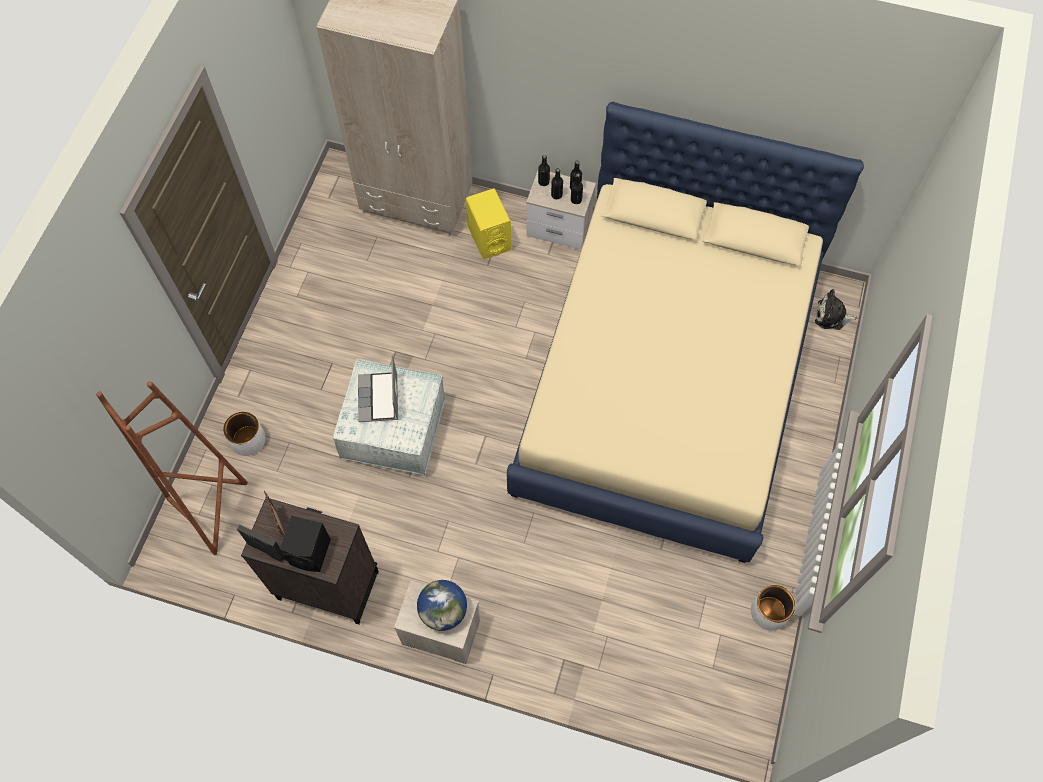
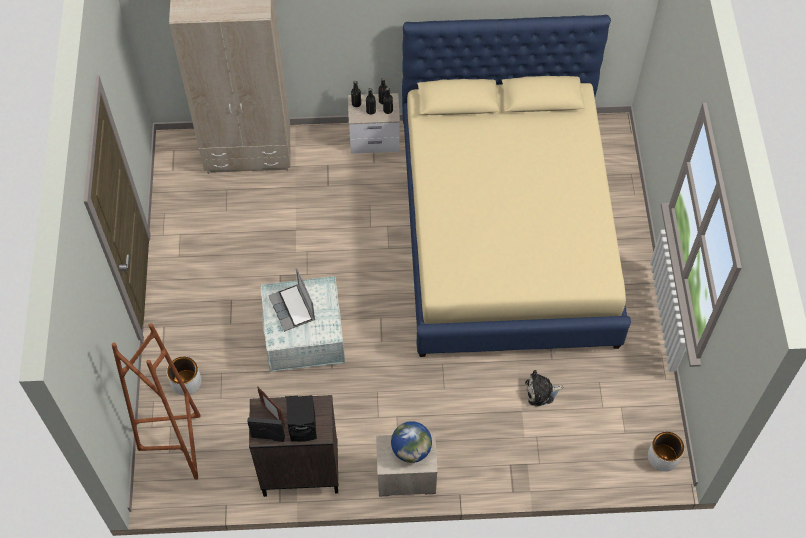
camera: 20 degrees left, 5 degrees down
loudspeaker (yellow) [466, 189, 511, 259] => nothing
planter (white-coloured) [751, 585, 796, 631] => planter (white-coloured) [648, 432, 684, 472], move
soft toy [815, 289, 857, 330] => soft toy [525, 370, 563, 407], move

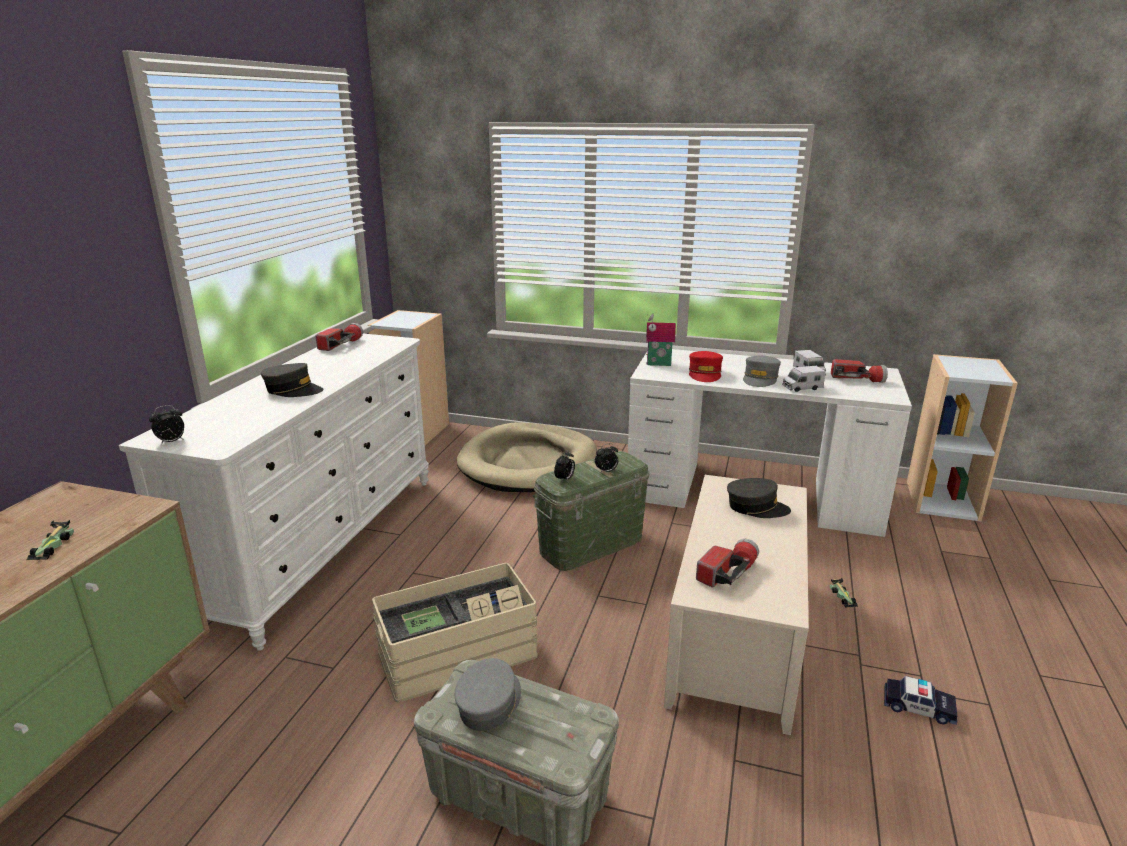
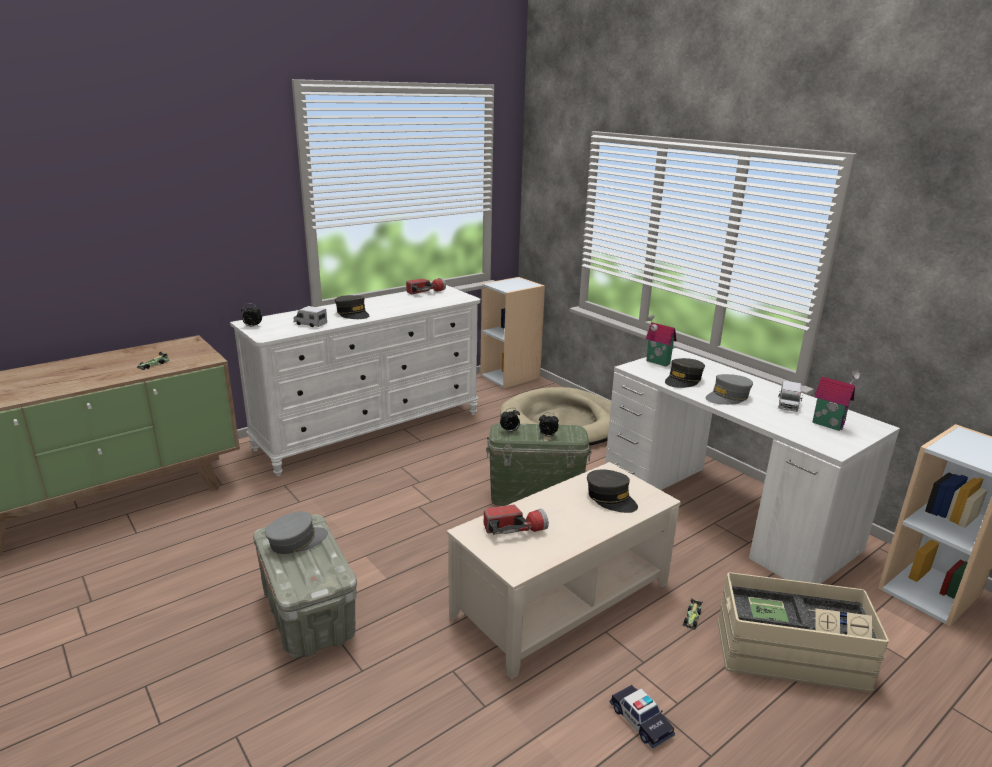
camera: 35 degrees right, 0 degrees up
storage bin (beige-coloured) [372, 563, 538, 702] => storage bin (beige-coloured) [717, 572, 889, 692], move
model truck [782, 366, 826, 392] => model truck [293, 306, 327, 327], move
torch [831, 359, 888, 382] => toy house [812, 369, 861, 431]
baseball cap (reddish) [689, 351, 723, 382] => baseball cap (grey) [665, 358, 705, 388]

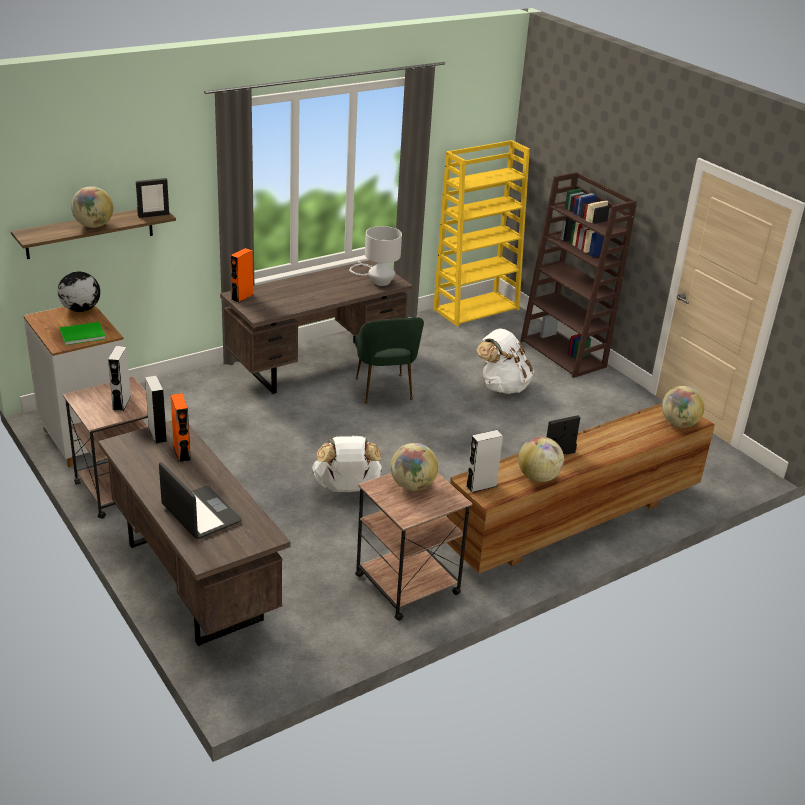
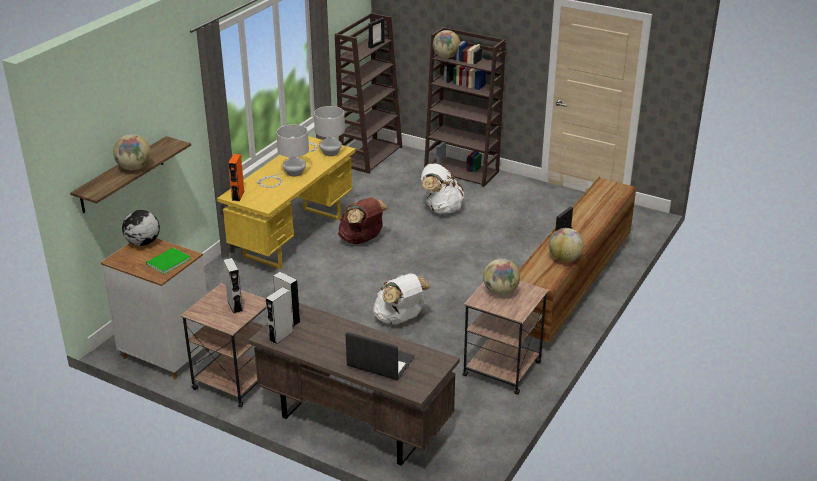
camera: 25 degrees left, 0 degrees up
loudspeaker (orange-coloured) [170, 393, 191, 463] => nothing
nothing => tabletop lamp (grey) [256, 125, 309, 188]
standing frame [136, 178, 169, 218] => standing frame [368, 18, 384, 48], move
loudspeaker (grey) [466, 430, 503, 493] => loudspeaker (grey) [266, 287, 293, 344], move
world globe [662, 386, 705, 428] => world globe [433, 30, 460, 58], move
upright chair (green-coloured) [355, 317, 424, 403] => backpack (brown-coloured) [338, 197, 389, 244]
desk unit (brown-coloured) [220, 260, 412, 394] => desk unit (yellow) [217, 136, 356, 269]
shelving unit (yellow) [433, 140, 530, 327] => shelving unit (brown-coloured) [335, 13, 402, 174]

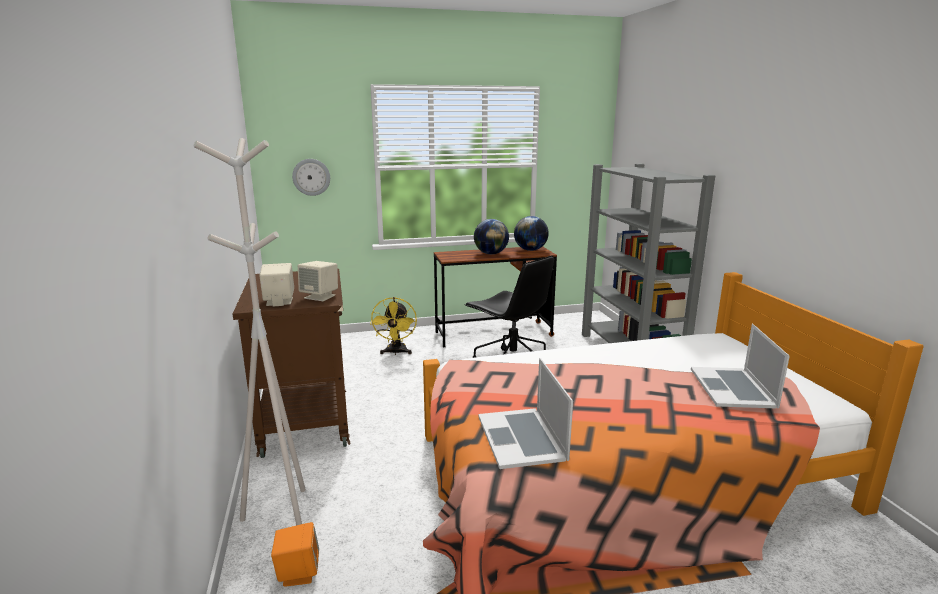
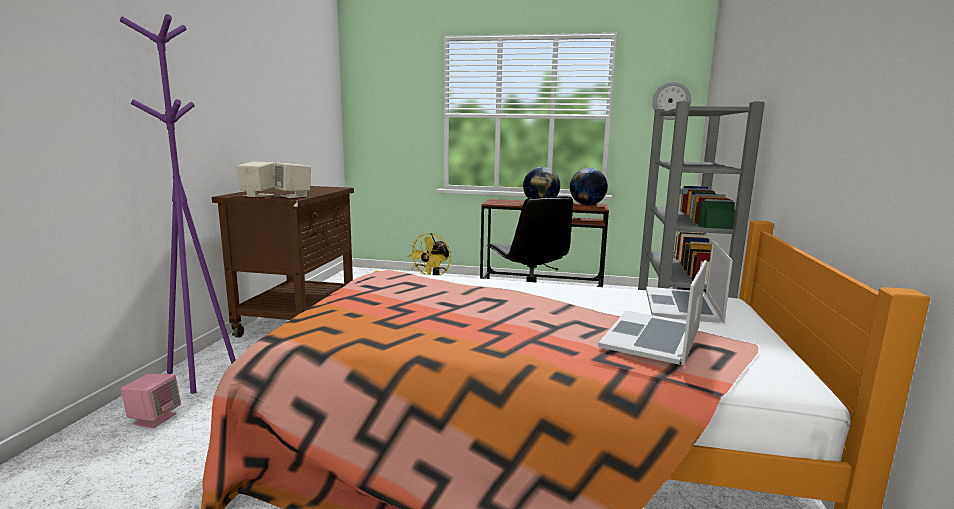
camera: 25 degrees right, 5 degrees down
hanging clock [292, 159, 330, 196] => hanging clock [652, 82, 691, 120], move
portable computer [478, 358, 573, 469] => portable computer [646, 240, 733, 323], move
clothes rack (grey) [194, 138, 306, 525] => clothes rack (purplish) [120, 14, 236, 394]
loudspeaker (orange-coloured) [271, 522, 319, 587] => loudspeaker (pinkish) [121, 374, 181, 429]

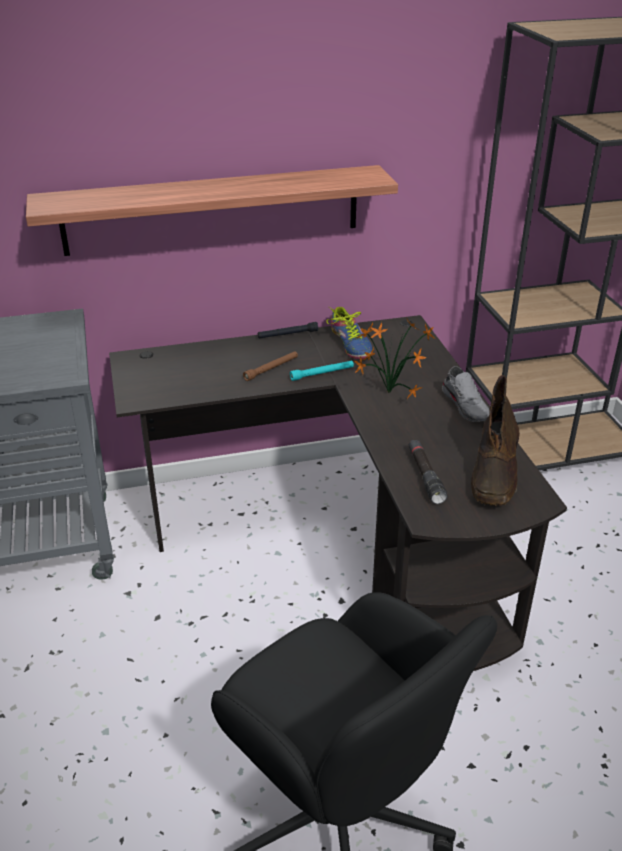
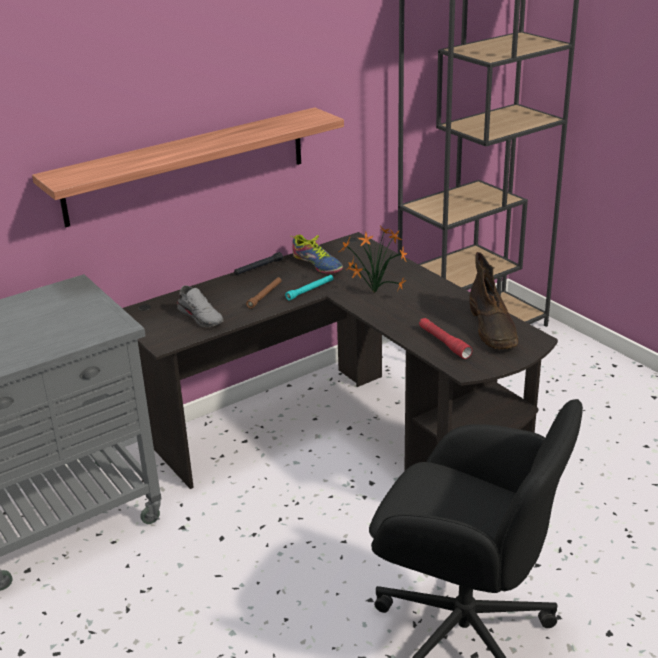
camera: 20 degrees left, 5 degrees down
shoe (grey) [442, 366, 490, 422] => shoe (grey) [177, 285, 223, 327], move
torch (black-coloured) [409, 440, 448, 504] => torch (reddish) [419, 318, 473, 359]

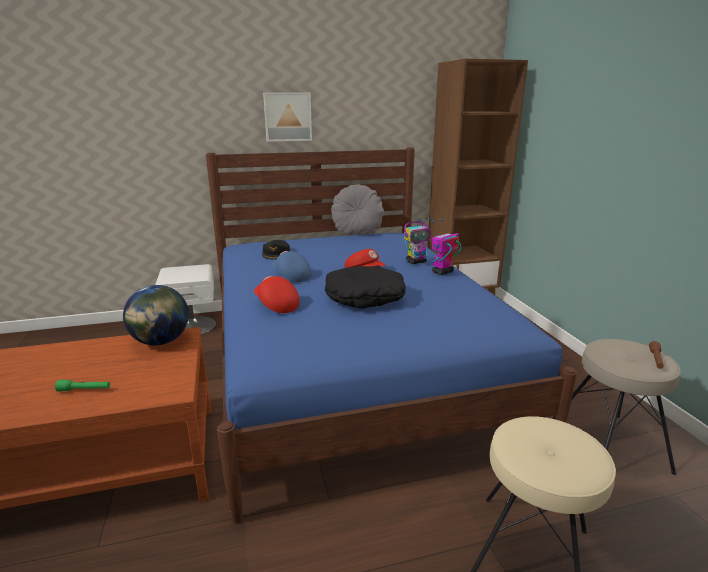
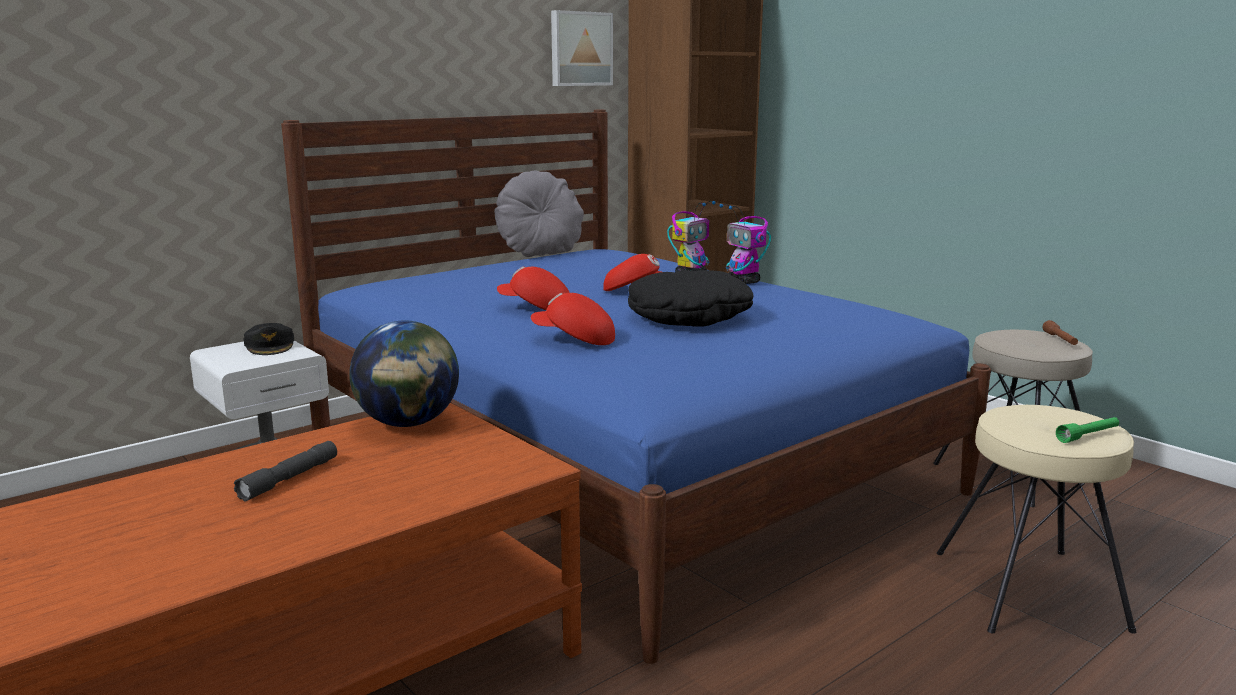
camera: 25 degrees left, 5 degrees down
nothing => torch (grey) [234, 441, 337, 501]
torch (green-coloured) [55, 380, 110, 392] => torch (green-coloured) [1056, 417, 1119, 443], move
baseball cap (black-coloured) [262, 240, 290, 259] => baseball cap (black-coloured) [244, 323, 294, 355], move
picture [263, 92, 312, 142] => picture [551, 10, 613, 86], move
baseball cap (blue) [272, 251, 311, 282] => baseball cap (reddish) [497, 266, 570, 310]
model robot [432, 219, 462, 275] => model robot [719, 204, 771, 284], 60 degrees counterclockwise

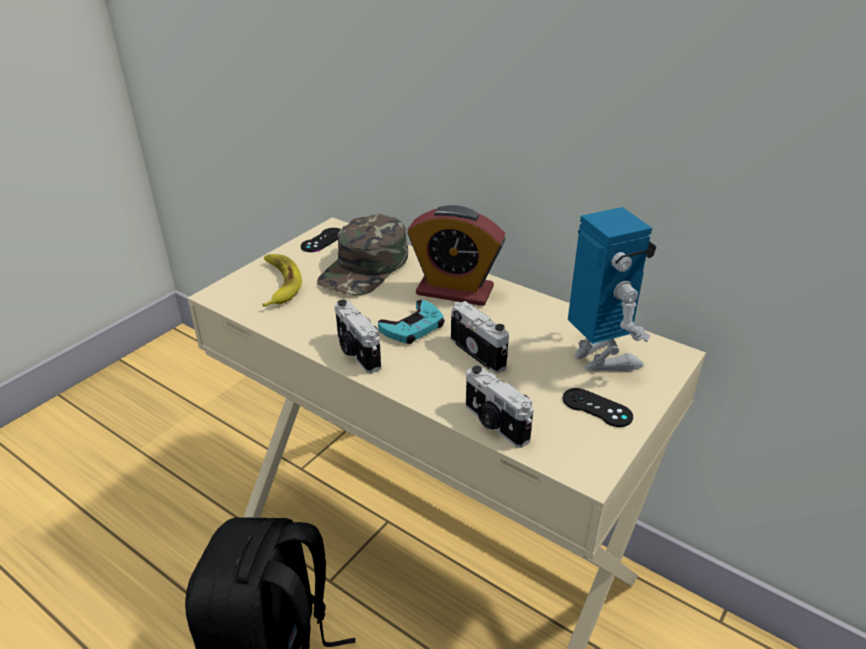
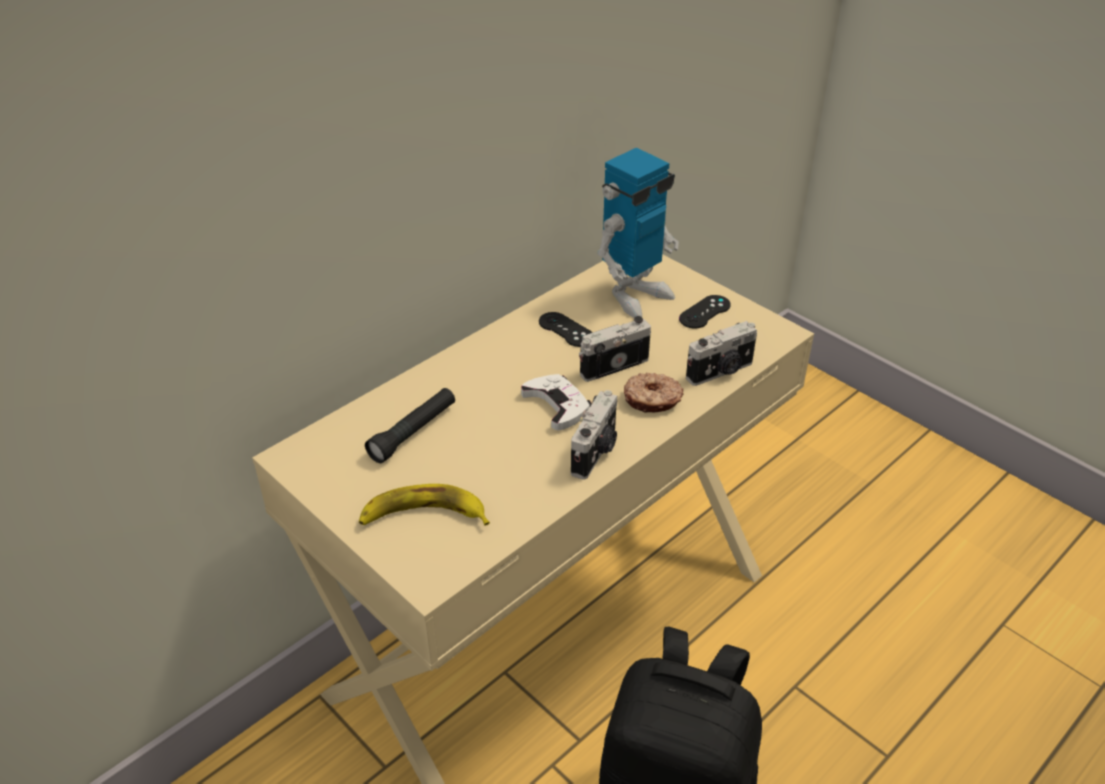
camera: 80 degrees left, 5 degrees up
alarm clock [407, 205, 506, 306] => nothing
nothing => ring doughnut [624, 373, 684, 413]
game controller (black-coloured) [301, 228, 341, 252] => game controller (black-coloured) [539, 312, 593, 347], move
baseball cap (green-coloured) [317, 214, 408, 295] => torch (black-coloured) [365, 388, 455, 463]
game controller (blue-green) [378, 300, 445, 344] => game controller (white-coloured) [521, 374, 592, 430]
photo camera [335, 299, 381, 373] => photo camera [571, 390, 617, 480], 45 degrees counterclockwise
model robot [568, 207, 656, 371] => model robot [598, 148, 679, 318], 150 degrees clockwise

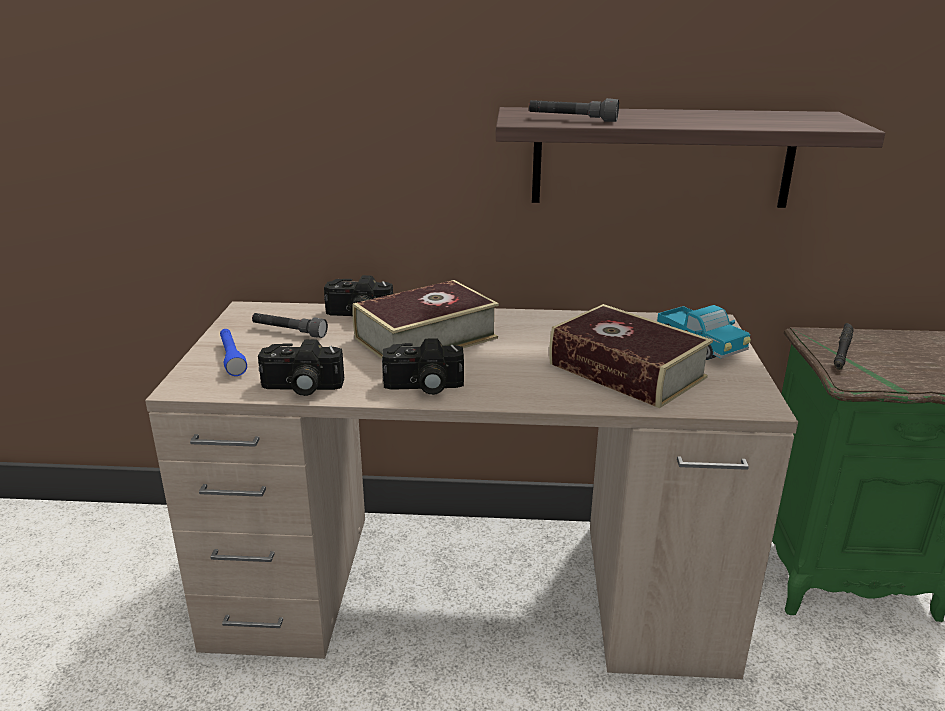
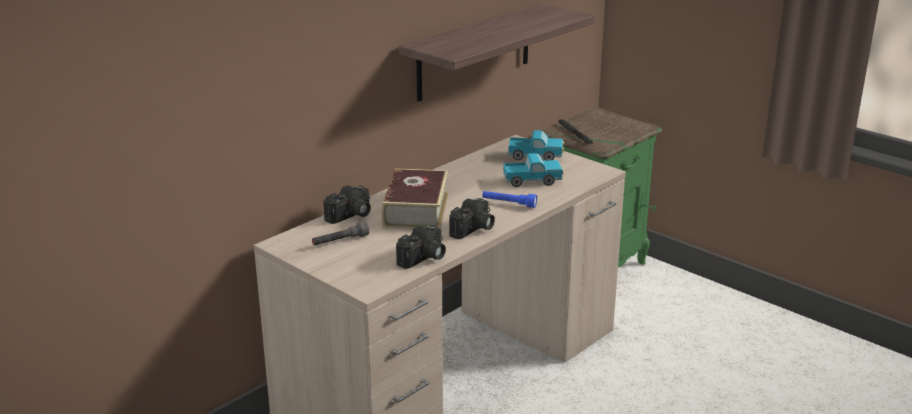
camera: 50 degrees left, 0 degrees up
torch (grey) [529, 98, 619, 122] => nothing
torch (blue) [220, 329, 247, 376] => torch (blue) [482, 191, 537, 208], move
book [549, 304, 713, 408] => model truck [503, 153, 564, 187]

